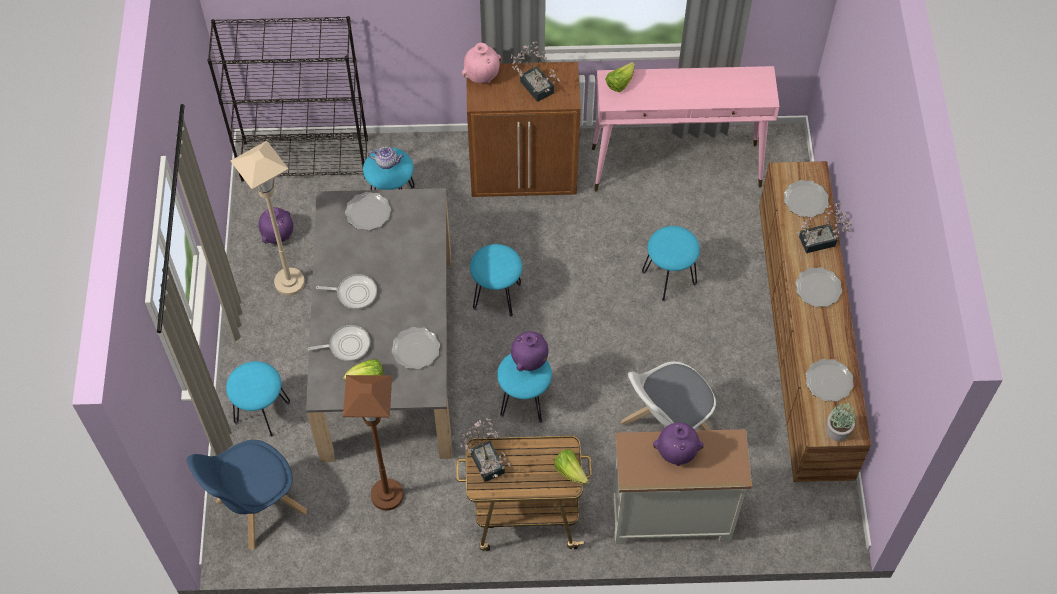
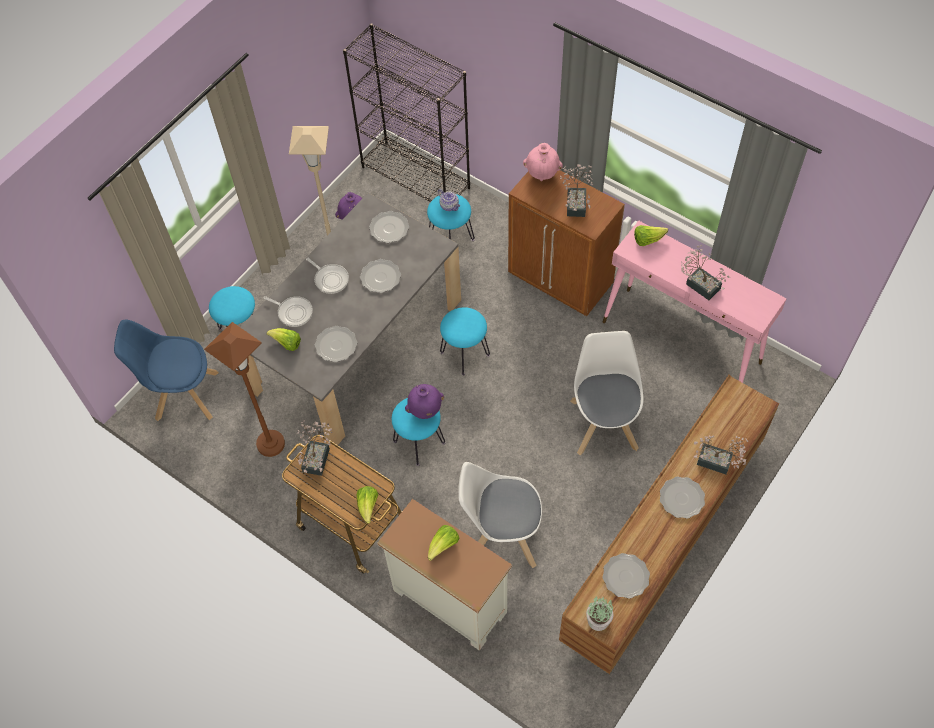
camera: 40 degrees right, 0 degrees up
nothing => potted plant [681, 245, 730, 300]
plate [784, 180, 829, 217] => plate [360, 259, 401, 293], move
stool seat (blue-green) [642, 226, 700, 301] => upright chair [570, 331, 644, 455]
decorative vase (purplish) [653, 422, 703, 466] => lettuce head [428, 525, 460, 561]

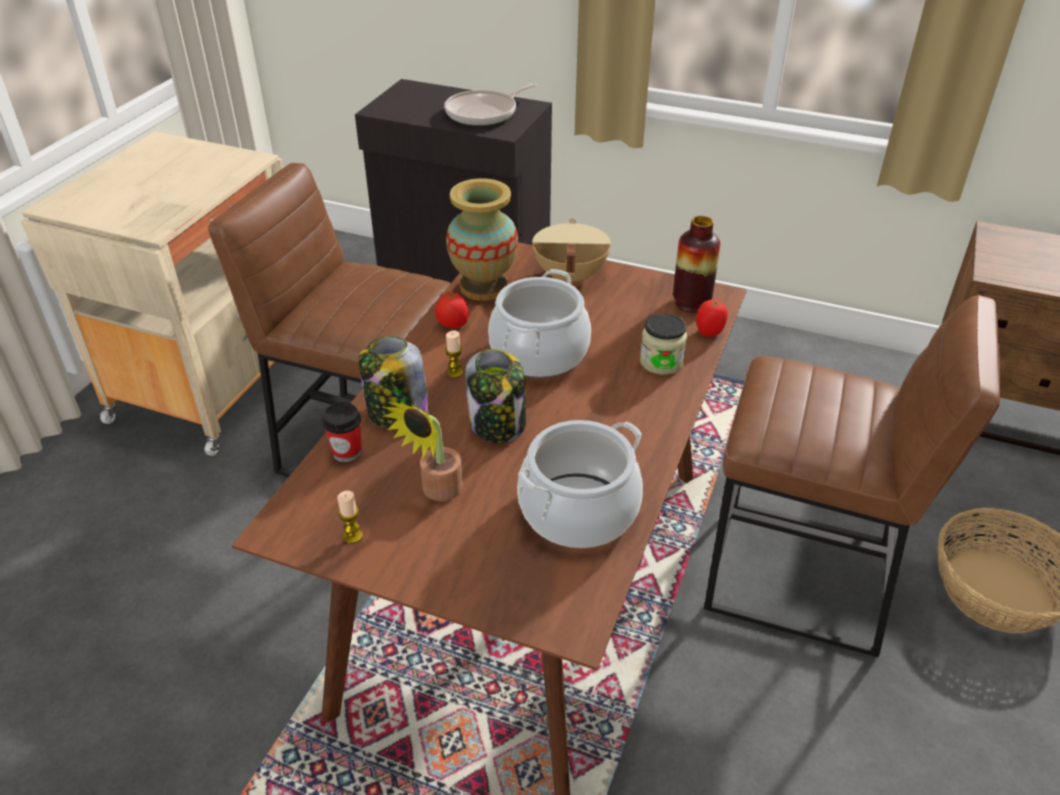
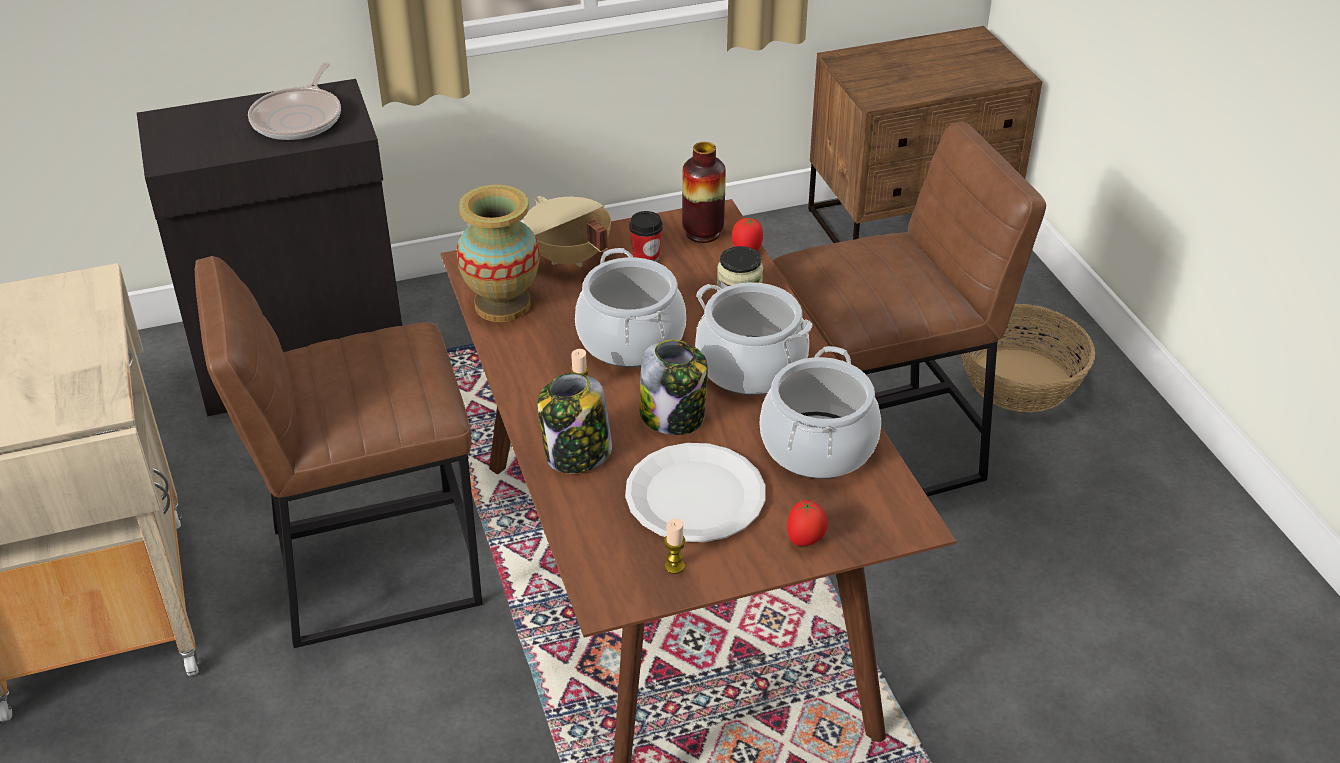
camera: 40 degrees left, 0 degrees up
nothing => stockpot [695, 282, 813, 395]
drinking cup [322, 402, 362, 462] => drinking cup [629, 211, 663, 262], move
fresh tomato [435, 292, 469, 328] => fresh tomato [787, 500, 828, 546], move
potted plant [382, 402, 463, 501] => plate (white-coloured) [625, 443, 765, 542]

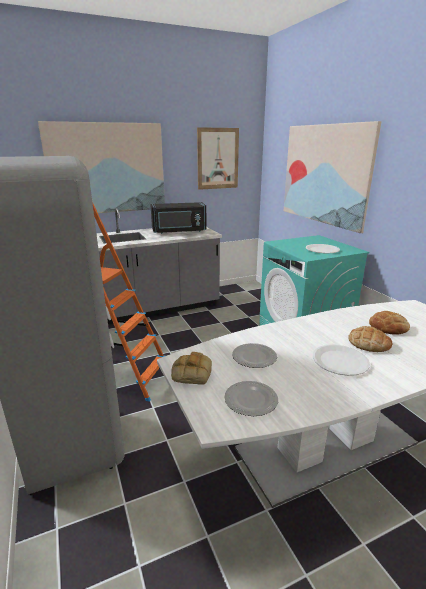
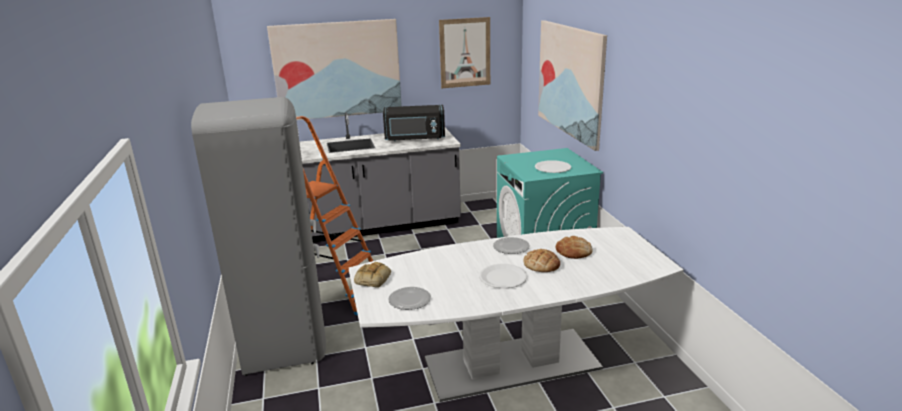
camera: 10 degrees right, 0 degrees up
plate [232, 343, 277, 368] => plate [493, 237, 530, 254], move

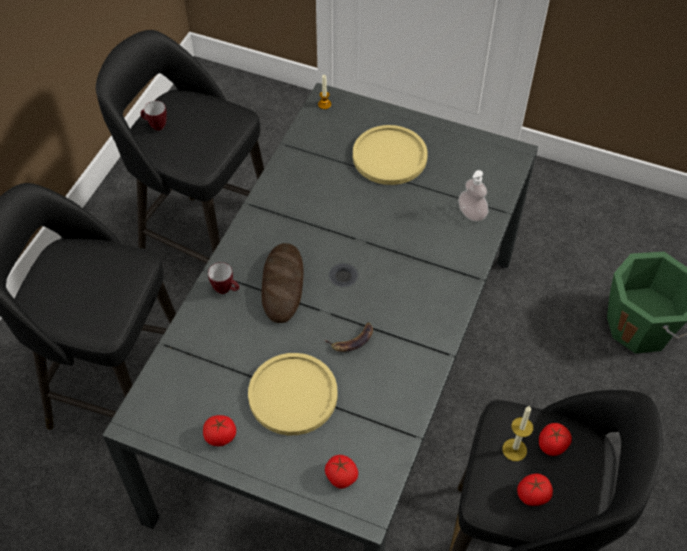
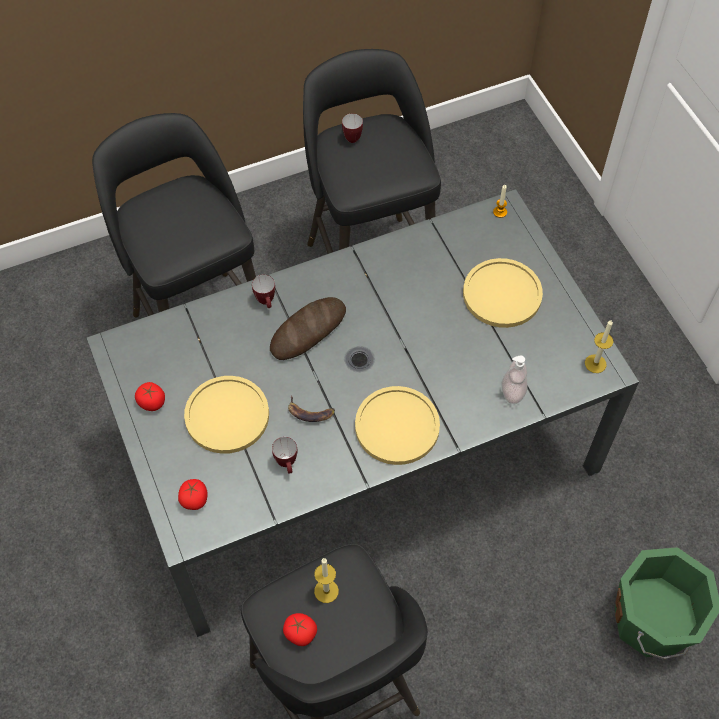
camera: 45 degrees right, 5 degrees up
fresh tomato [539, 423, 572, 456] => nothing
nothing => tea mug [272, 437, 297, 474]
nothing => plate (yellow) [355, 386, 440, 465]
nothing => candle [585, 320, 613, 373]

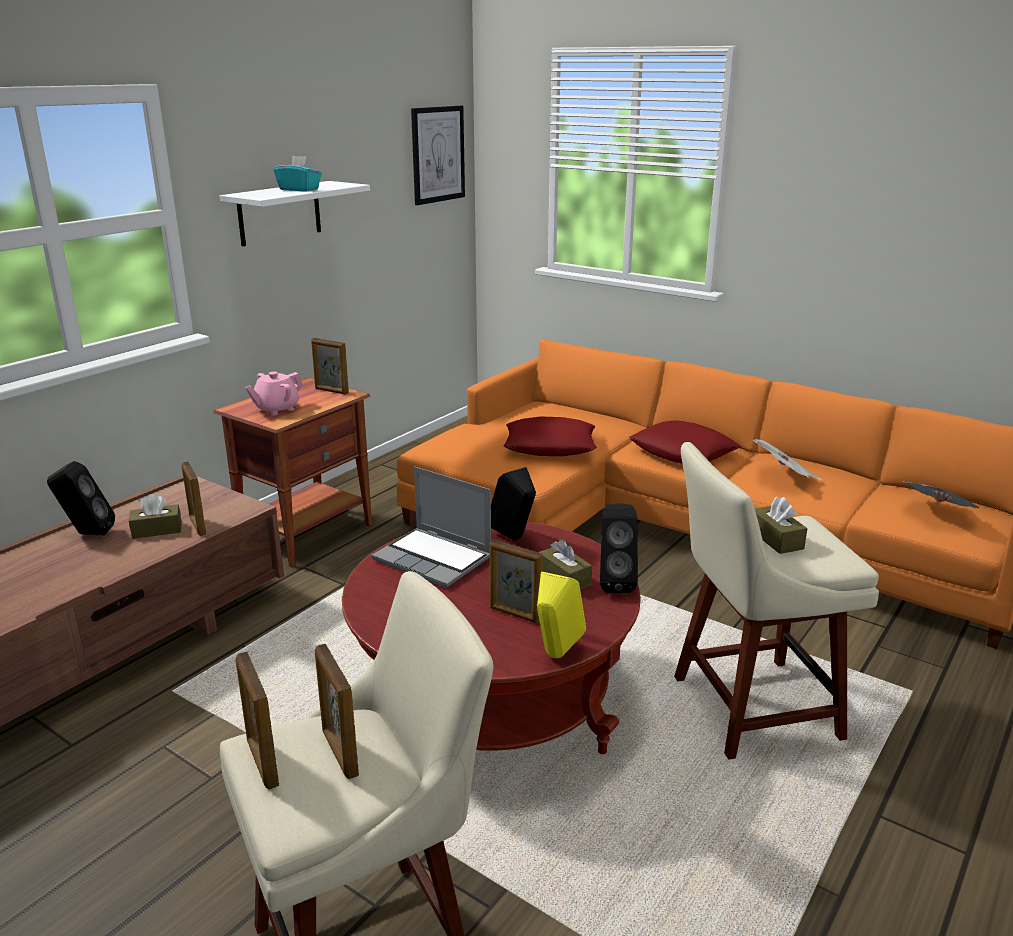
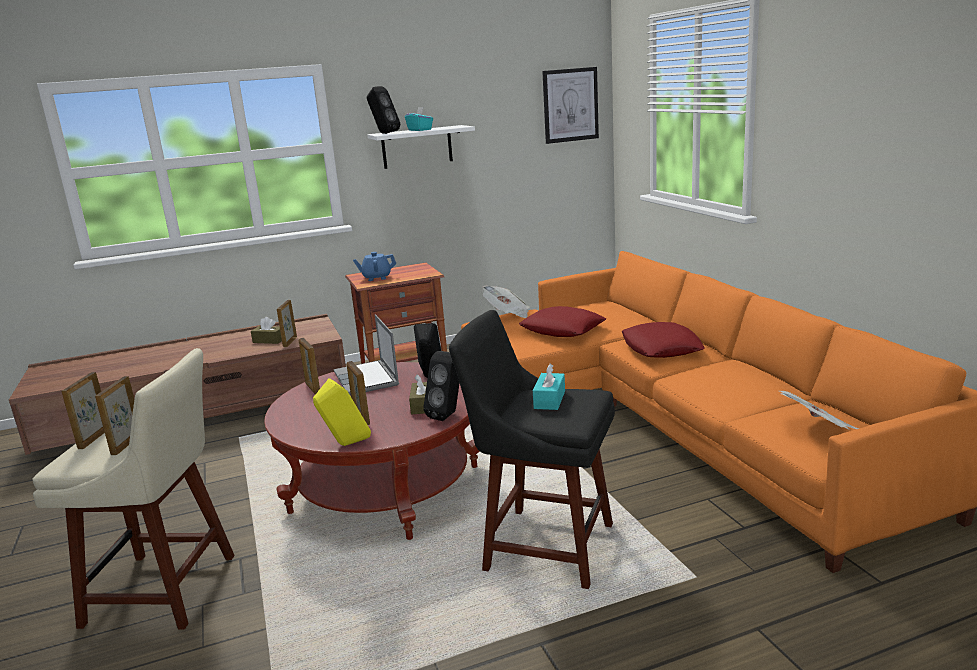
camera: 35 degrees right, 5 degrees down
loudspeaker (black-coloured) [47, 461, 115, 535] => loudspeaker (black-coloured) [367, 86, 400, 134], move
standing frame [311, 338, 349, 395] => standing frame [299, 338, 320, 394], move
newspaper [752, 439, 823, 480] => newspaper [483, 286, 530, 318], move
teapot (pinkish) [245, 372, 303, 416] => teapot (blue) [353, 252, 396, 281]
stool seat (beige-coloured) [674, 442, 879, 760] => stool seat (black-coloured) [449, 310, 615, 589]
tissue box (brown-coloured) [755, 497, 807, 554] => tissue box (blue-green) [533, 364, 565, 410]

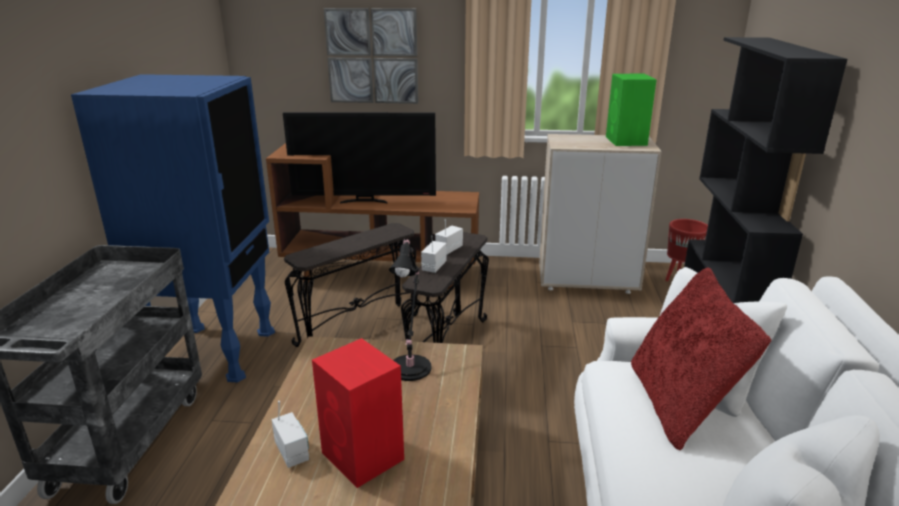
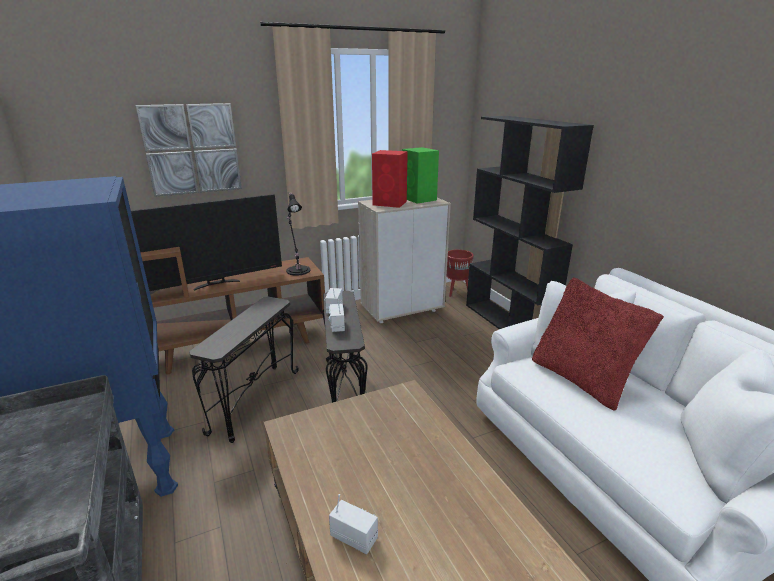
camera: 30 degrees left, 0 degrees up
loudspeaker (reddish) [312, 338, 404, 488] => loudspeaker (reddish) [372, 150, 408, 208], move
tabletop lamp (black-coloured) [389, 239, 432, 381] => tabletop lamp (black-coloured) [286, 193, 311, 276], move

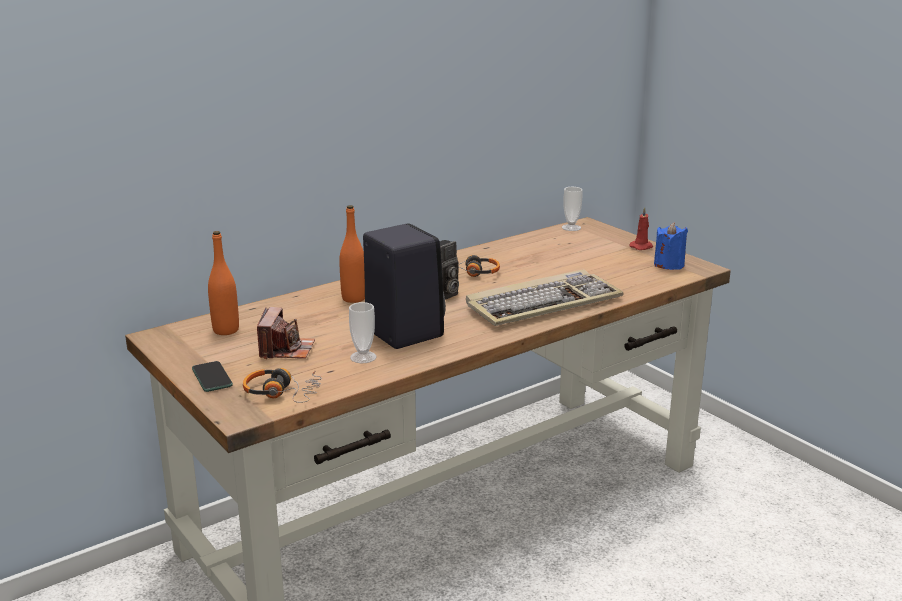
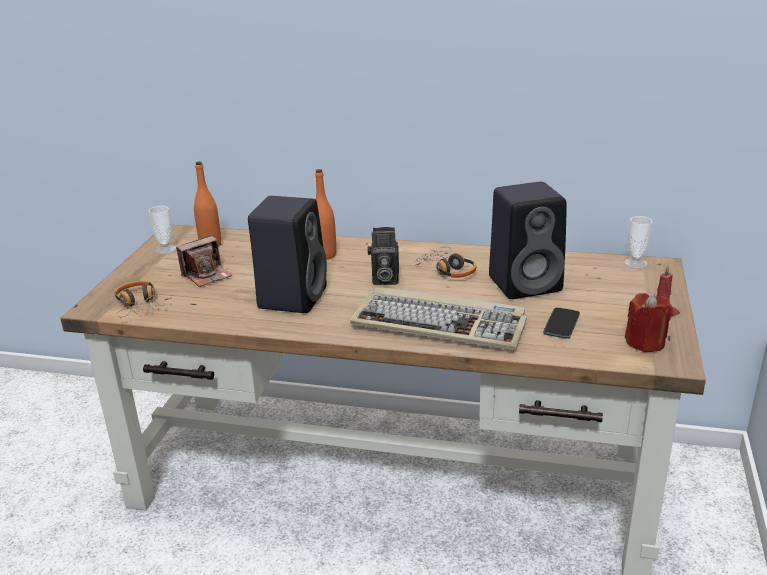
camera: 50 degrees right, 5 degrees up
nothing => loudspeaker (black-coloured) [489, 182, 567, 299]
phone [192, 361, 233, 392] => phone [543, 307, 580, 339], move
drinking cup [349, 302, 376, 363] => drinking cup [148, 206, 176, 254], move
candle (blue) [654, 222, 688, 270] => candle (reddish) [625, 293, 673, 352]

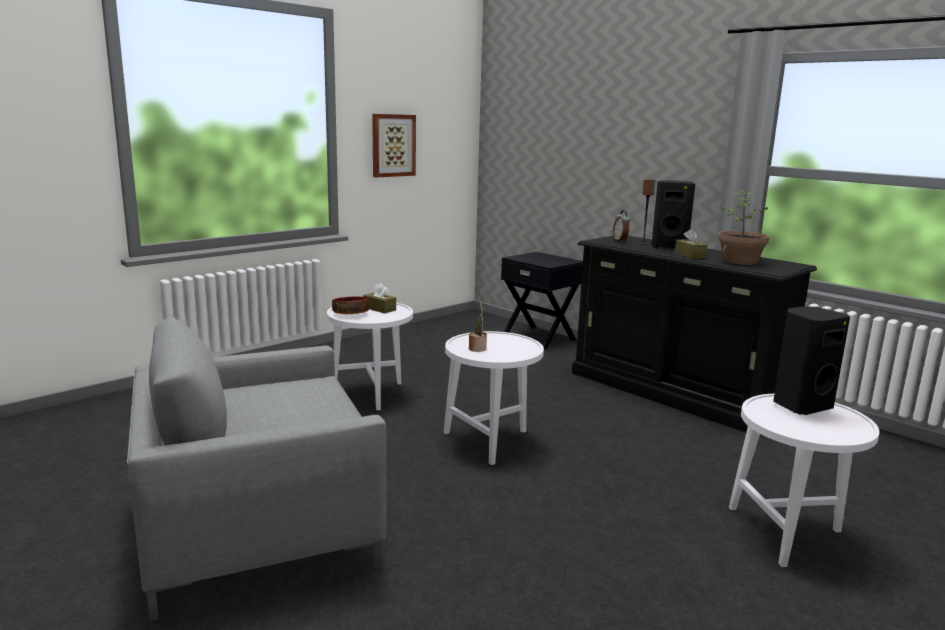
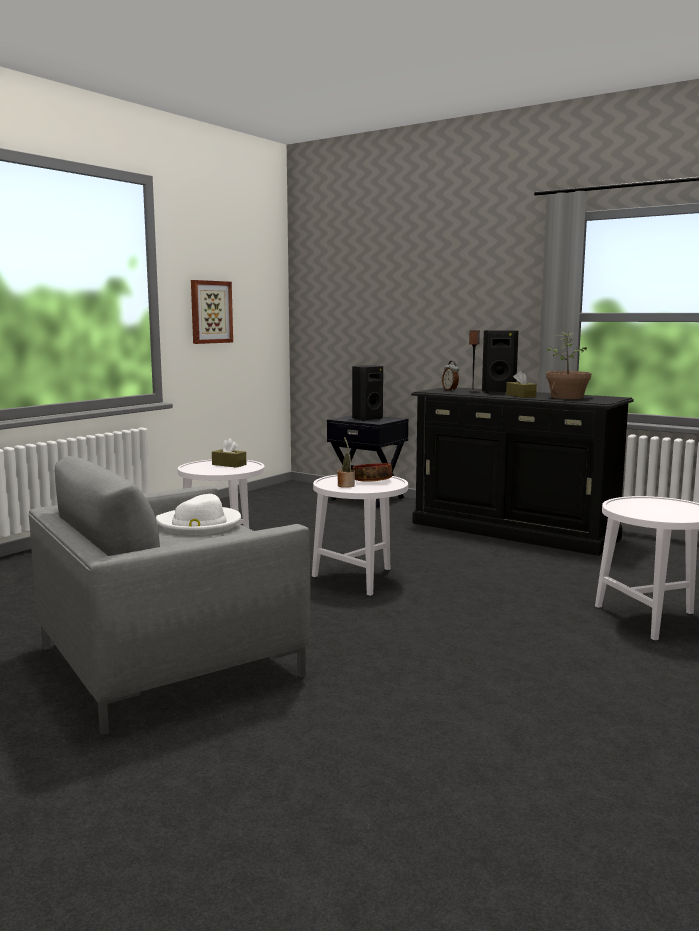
camera: 10 degrees left, 5 degrees down
nothing => hat (white-coloured) [156, 494, 241, 535]
serving bowl [332, 296, 370, 314] => serving bowl [353, 463, 393, 482], move
loudspeaker (black-coloured) [773, 306, 850, 415] => loudspeaker (black-coloured) [352, 365, 383, 421], move

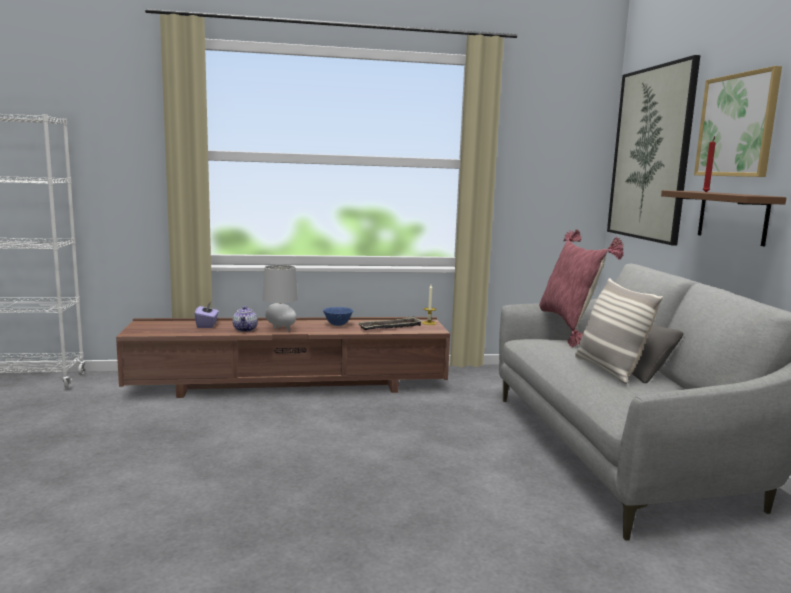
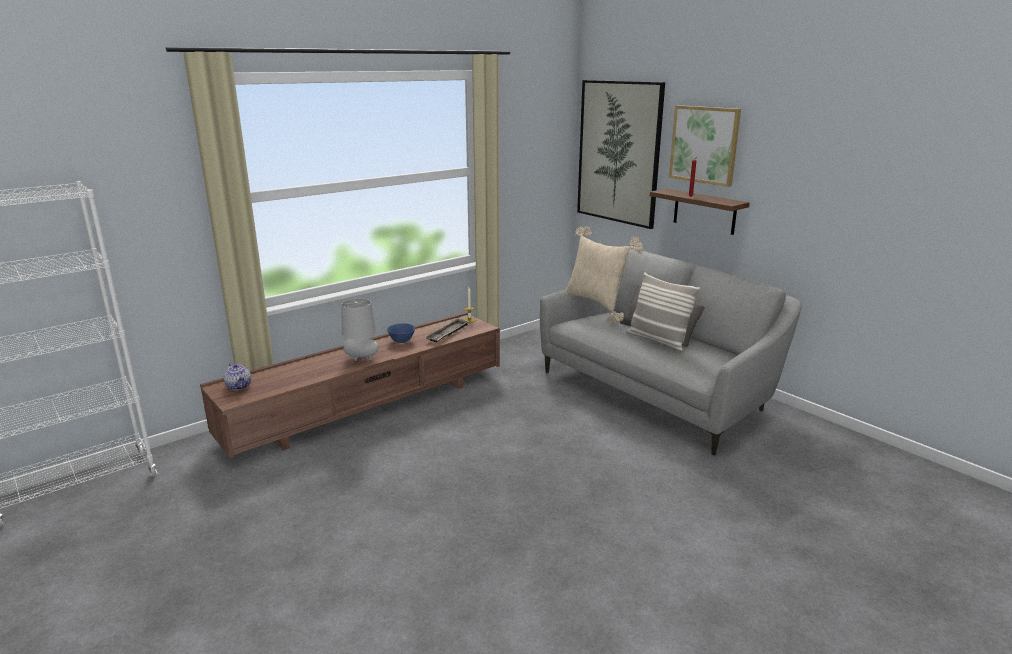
camera: 30 degrees left, 10 degrees up
tissue box (purplish) [194, 302, 219, 328] => nothing
teapot [232, 306, 258, 332] => teapot [224, 363, 251, 390], move
cushion (reddish) [539, 229, 623, 348] => cushion (beige-coloured) [566, 226, 643, 326]

